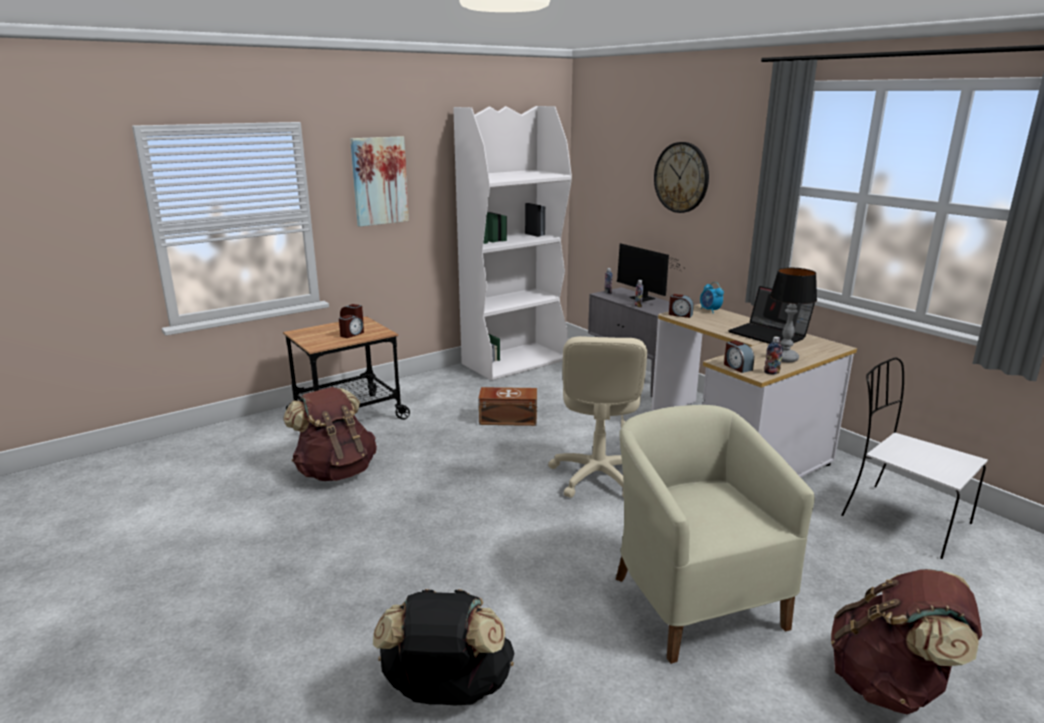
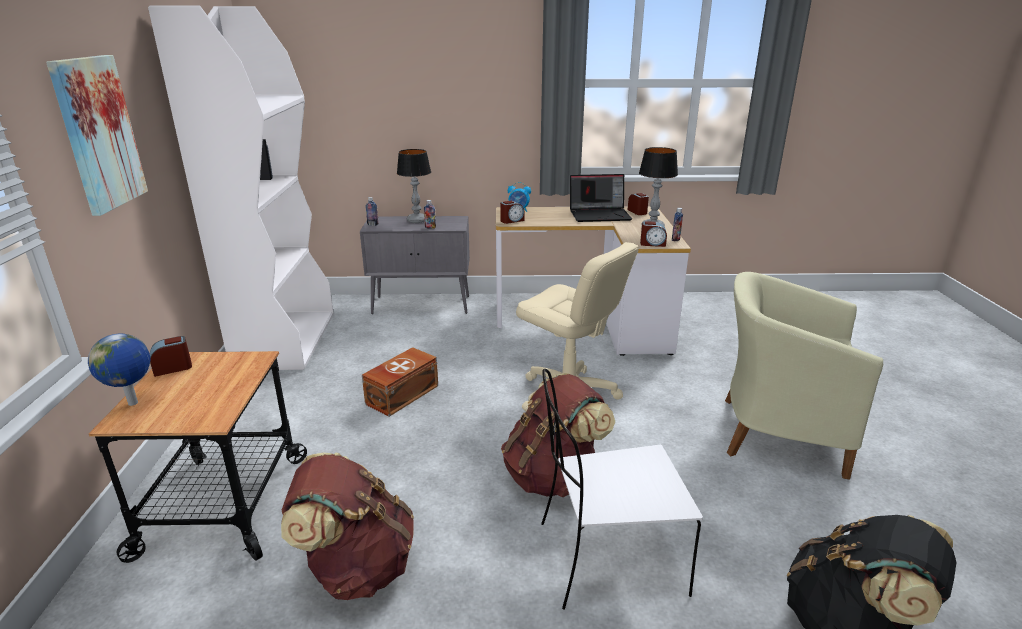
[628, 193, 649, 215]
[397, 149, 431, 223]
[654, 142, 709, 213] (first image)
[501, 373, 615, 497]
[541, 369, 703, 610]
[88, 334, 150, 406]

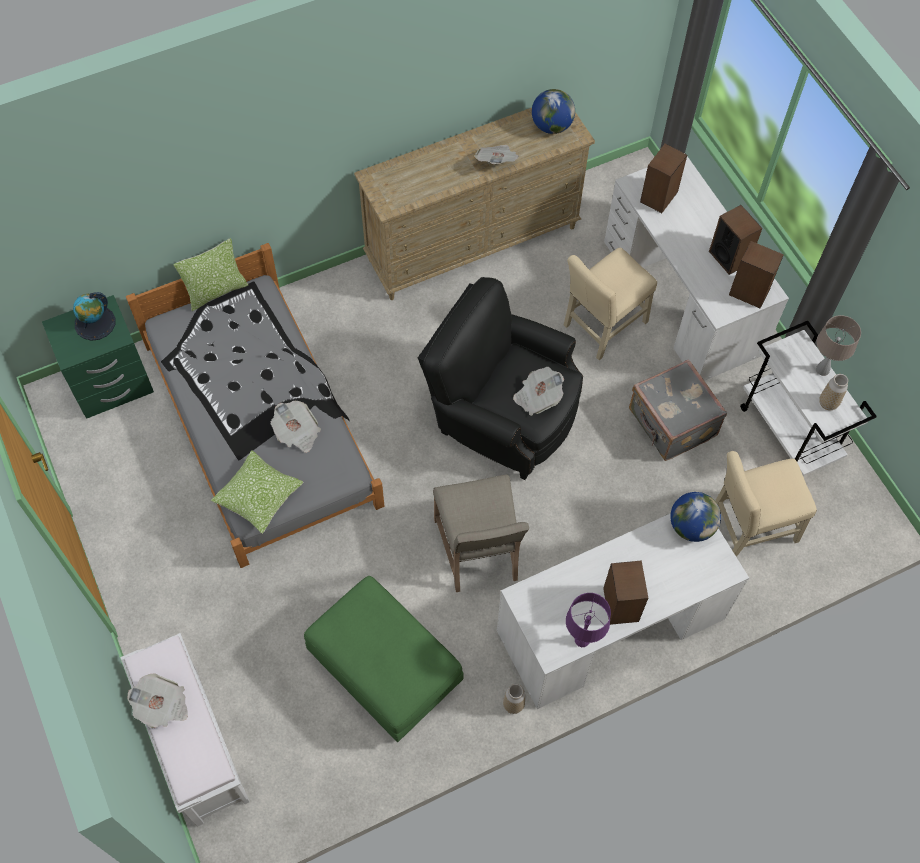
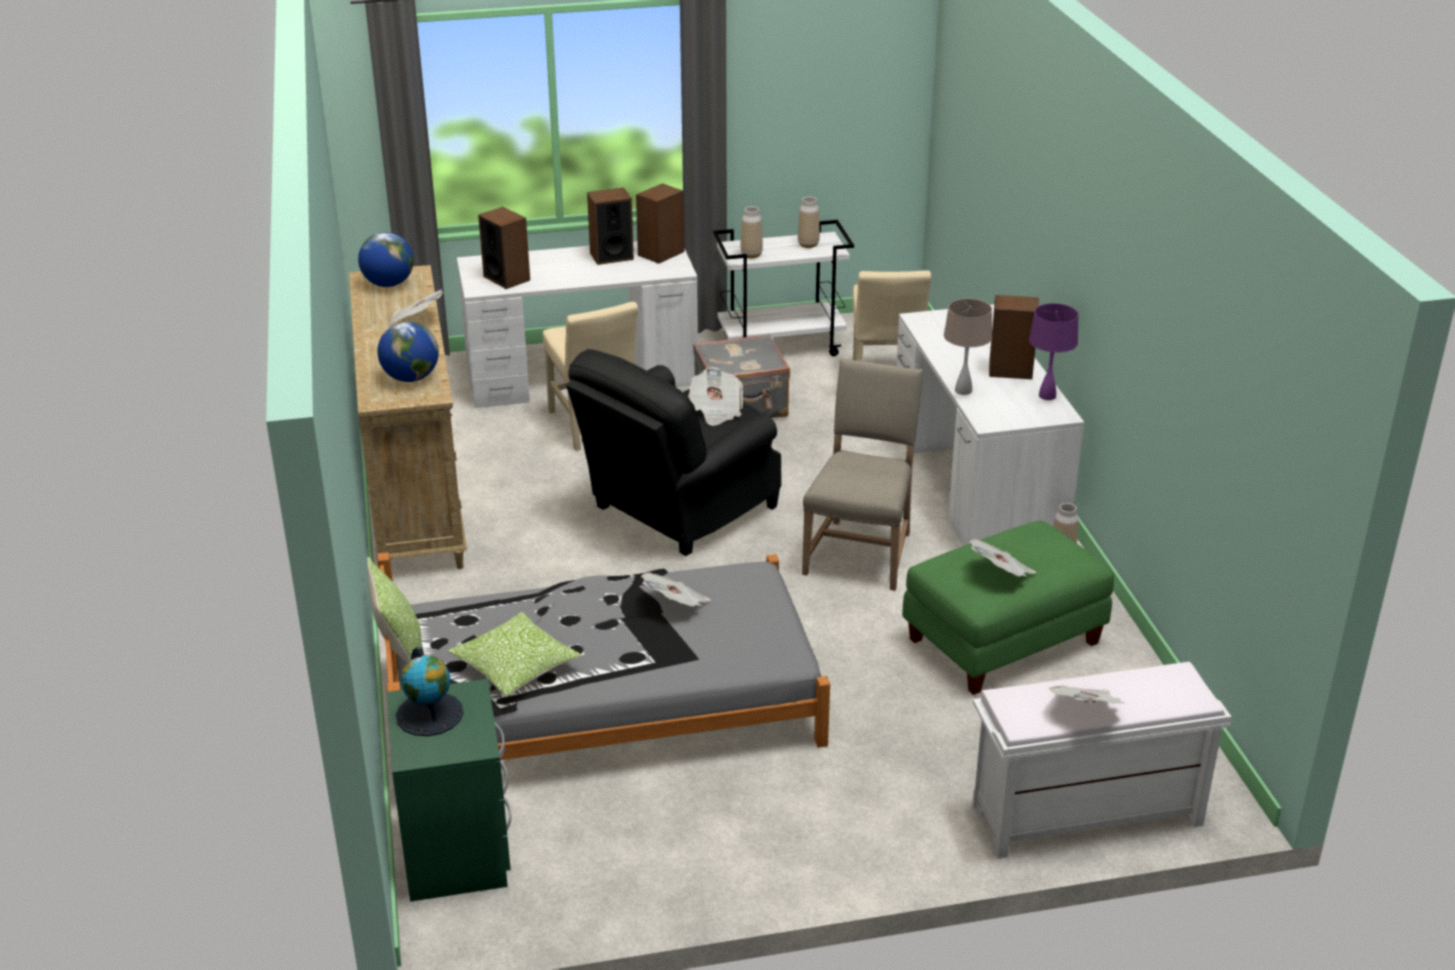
[448, 612, 582, 696]
[802, 358, 923, 591]
[377, 322, 439, 382]
[944, 298, 992, 395]
[740, 206, 763, 258]
[969, 539, 1036, 577]

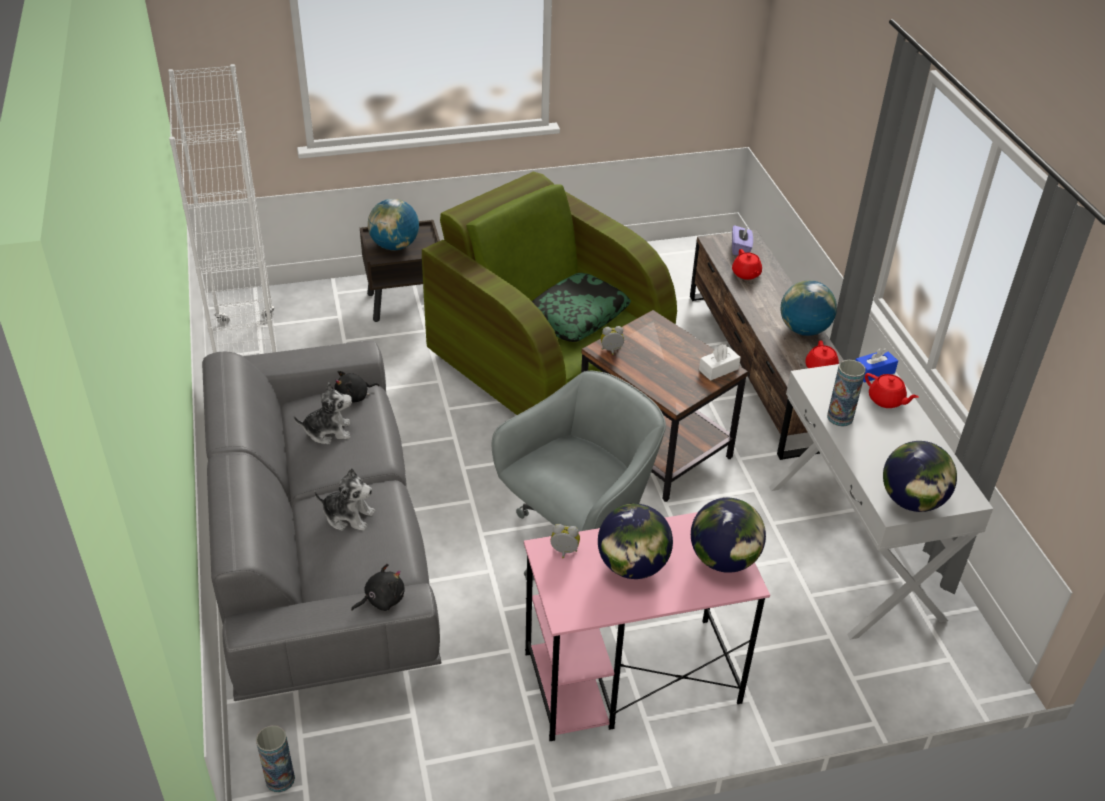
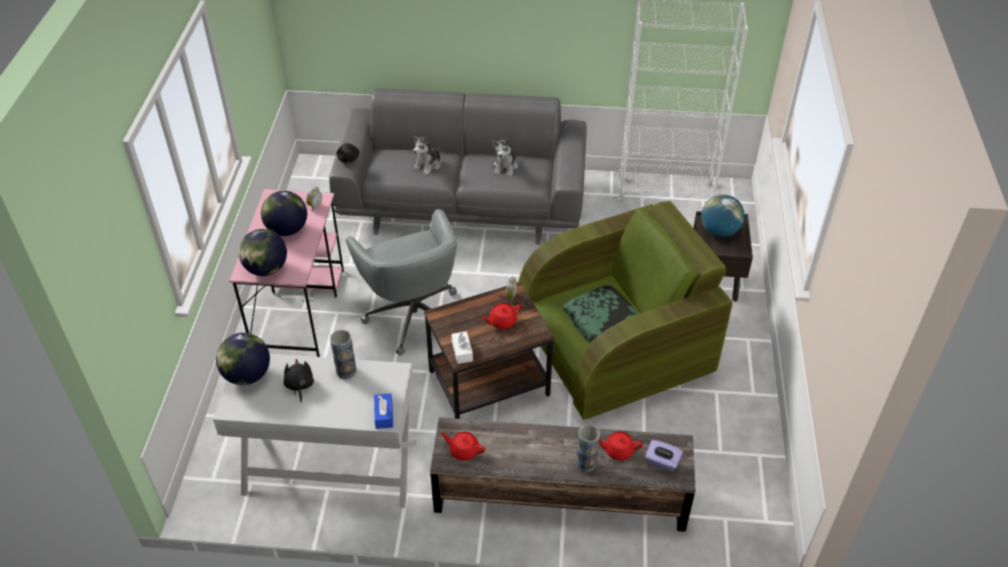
[576, 425, 600, 472]
[283, 359, 314, 403]
[780, 280, 837, 336] (first image)
[482, 303, 521, 329]

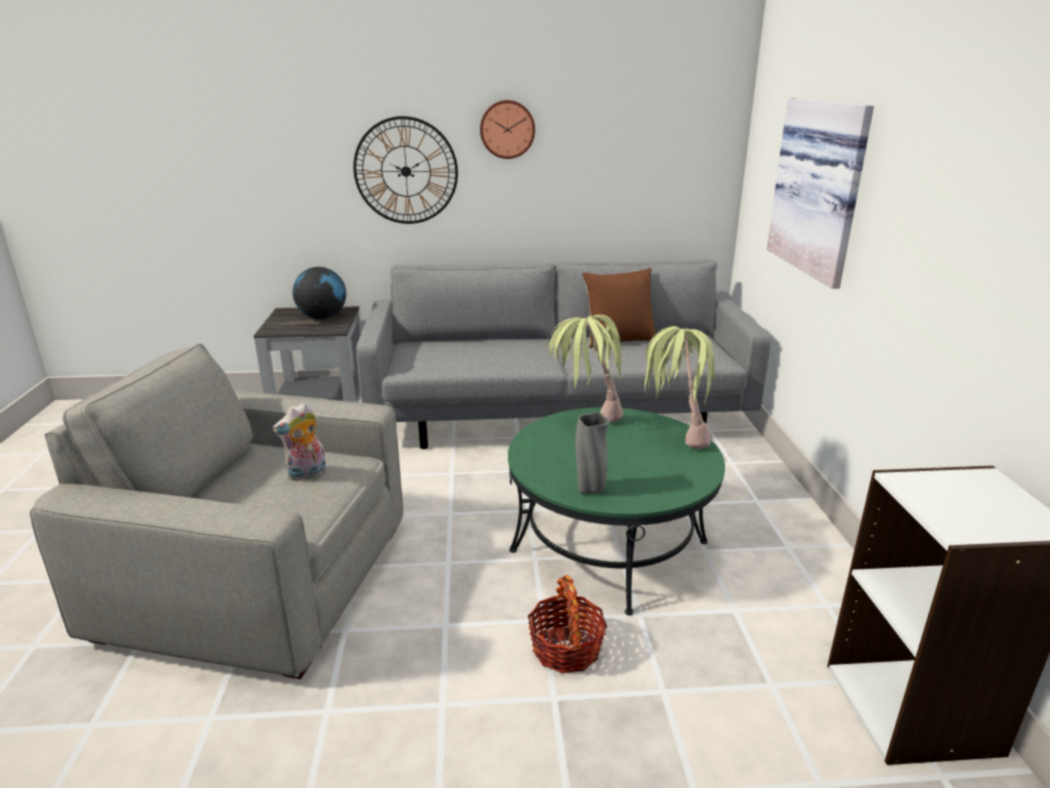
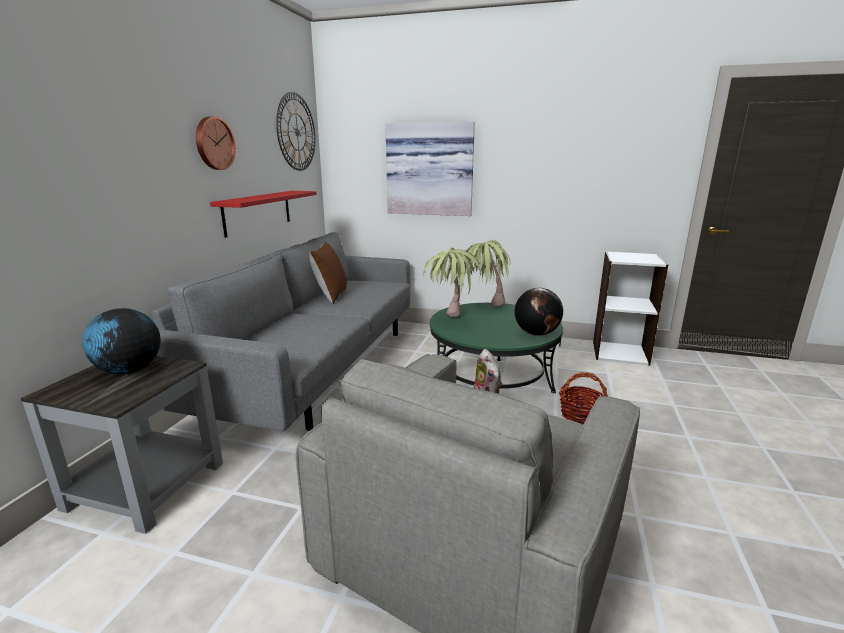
[276, 92, 316, 171]
[515, 288, 563, 336]
[210, 191, 317, 238]

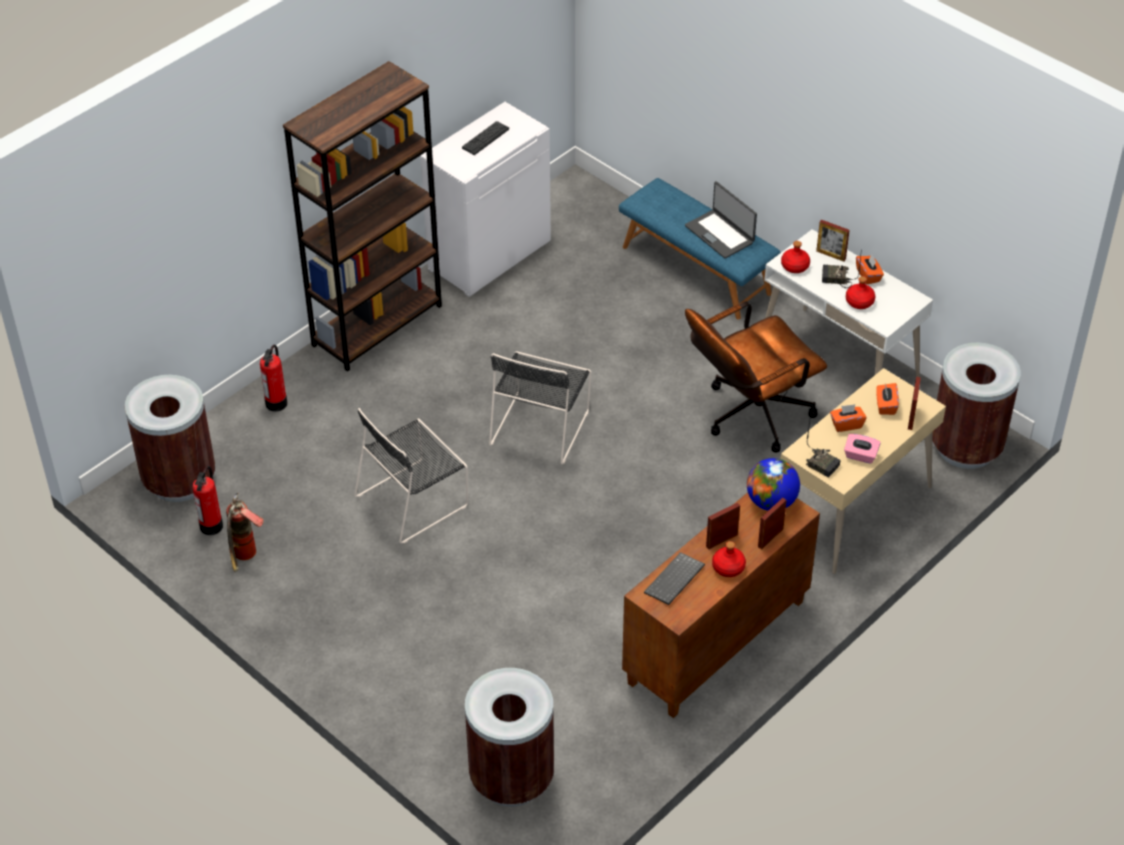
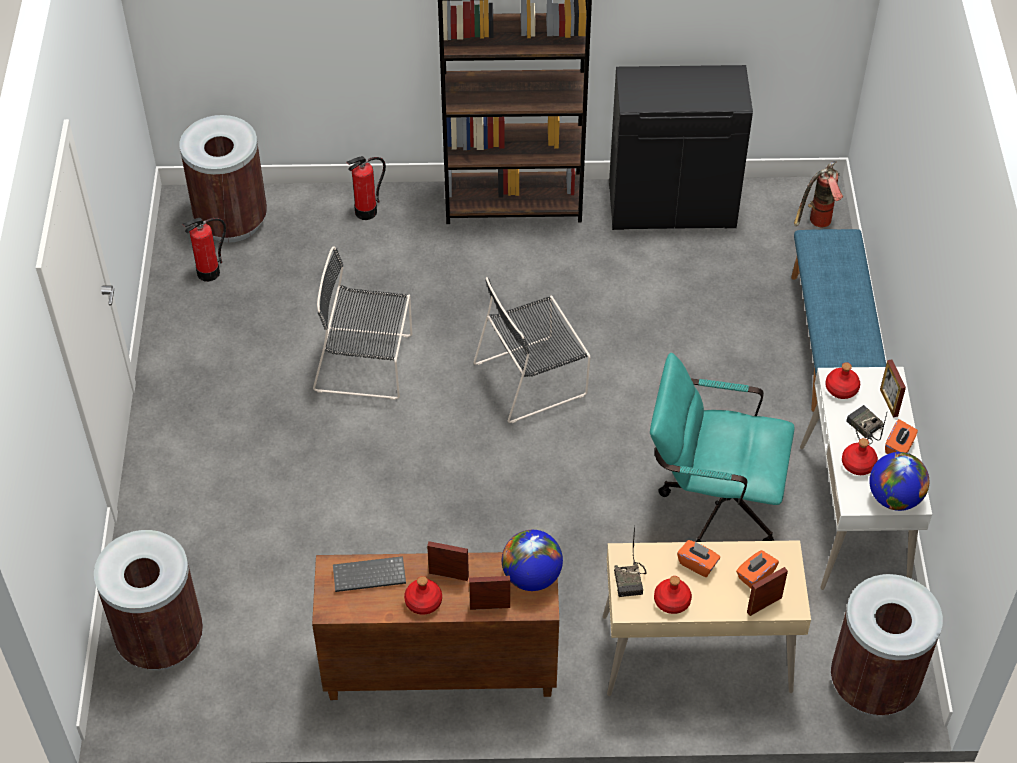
[794, 161, 843, 227]
[609, 65, 753, 230]
[462, 121, 509, 155] (first image)
[685, 181, 757, 259] (first image)
[650, 353, 794, 542]
[654, 576, 692, 614]
[869, 452, 929, 511]

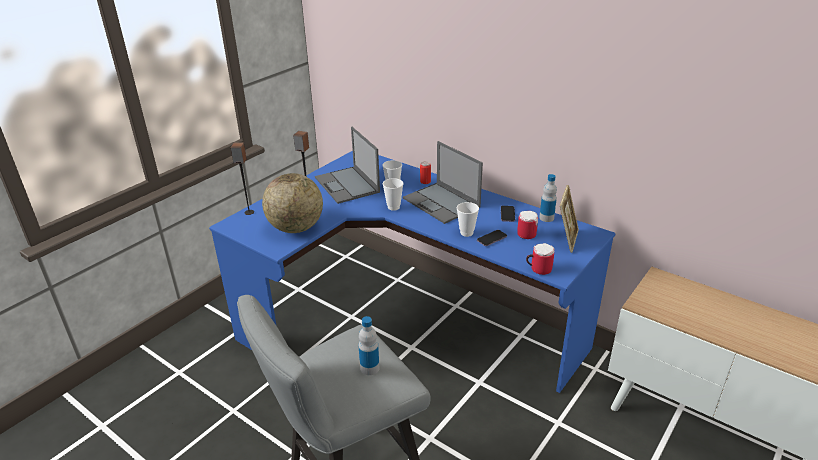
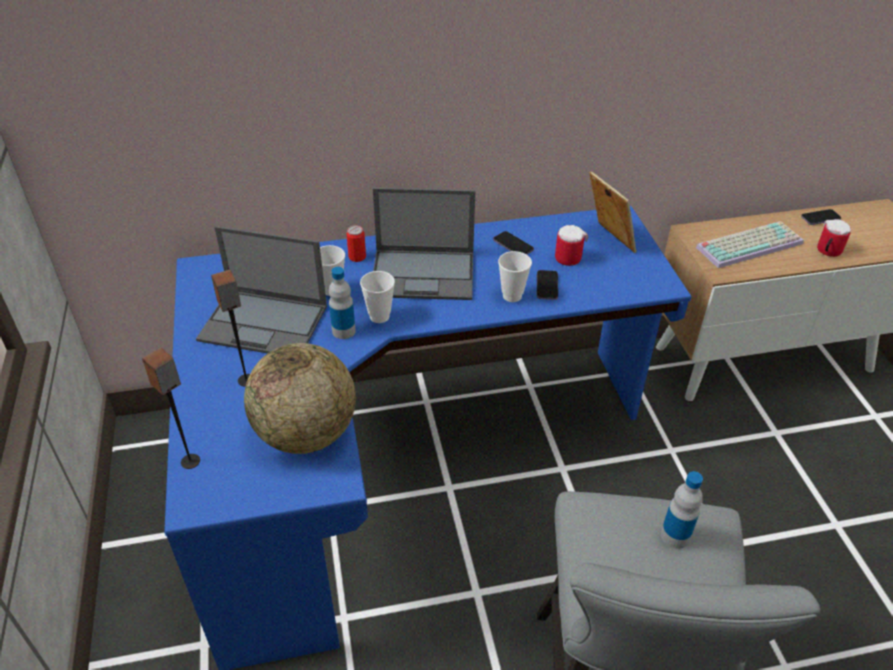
[817, 219, 851, 257]
[329, 267, 356, 339]
[696, 221, 804, 268]
[801, 209, 841, 225]

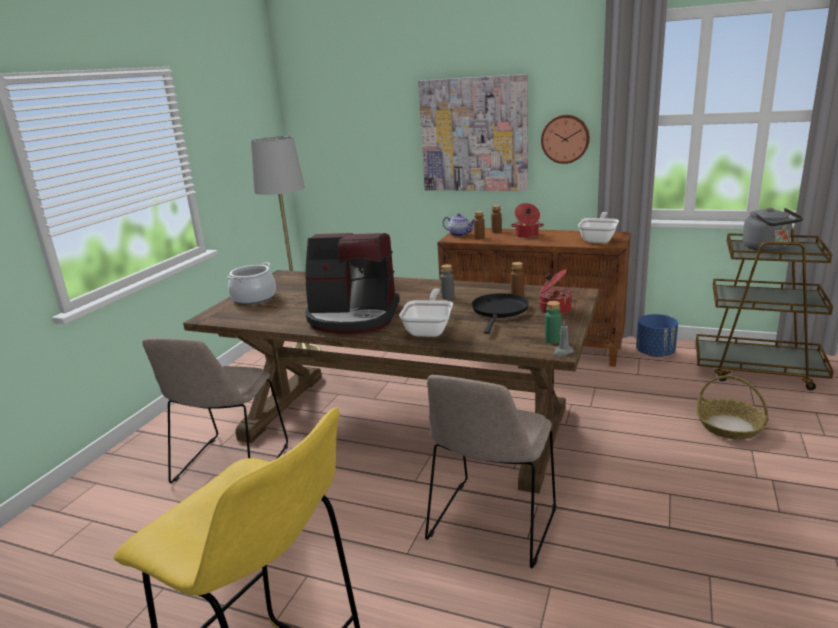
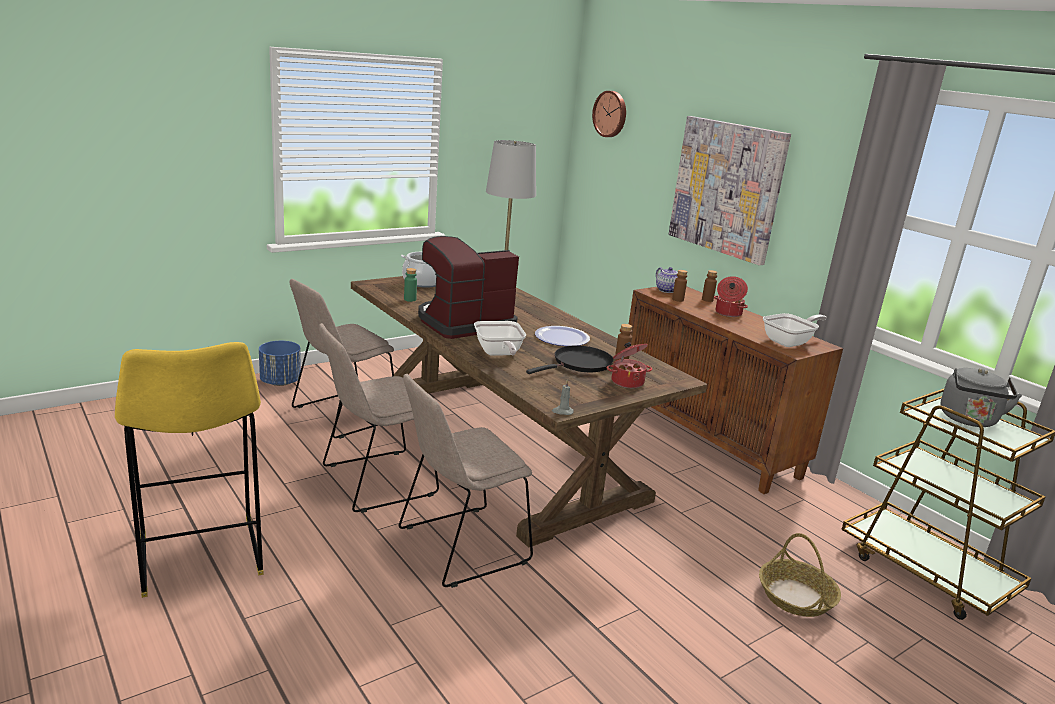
[418, 236, 519, 339]
[474, 321, 526, 356]
[535, 326, 590, 346]
[592, 91, 626, 137]
[404, 268, 417, 302]
[259, 341, 301, 386]
[319, 323, 439, 513]

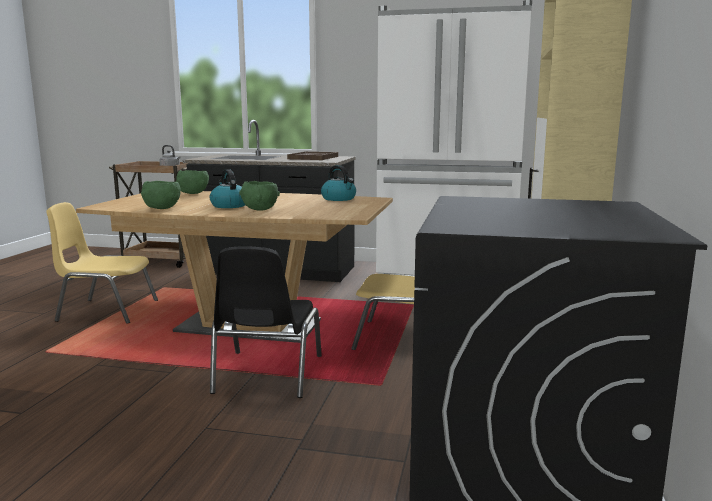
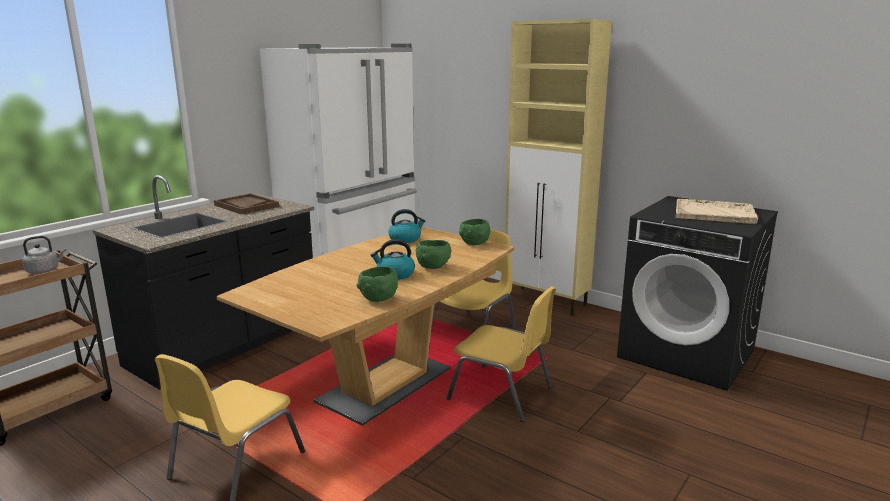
[459, 219, 490, 245]
[446, 286, 556, 422]
[676, 199, 758, 224]

